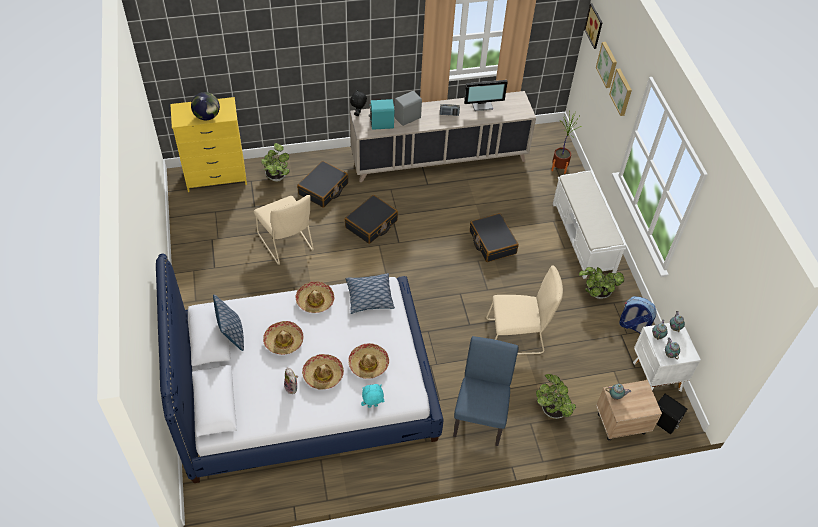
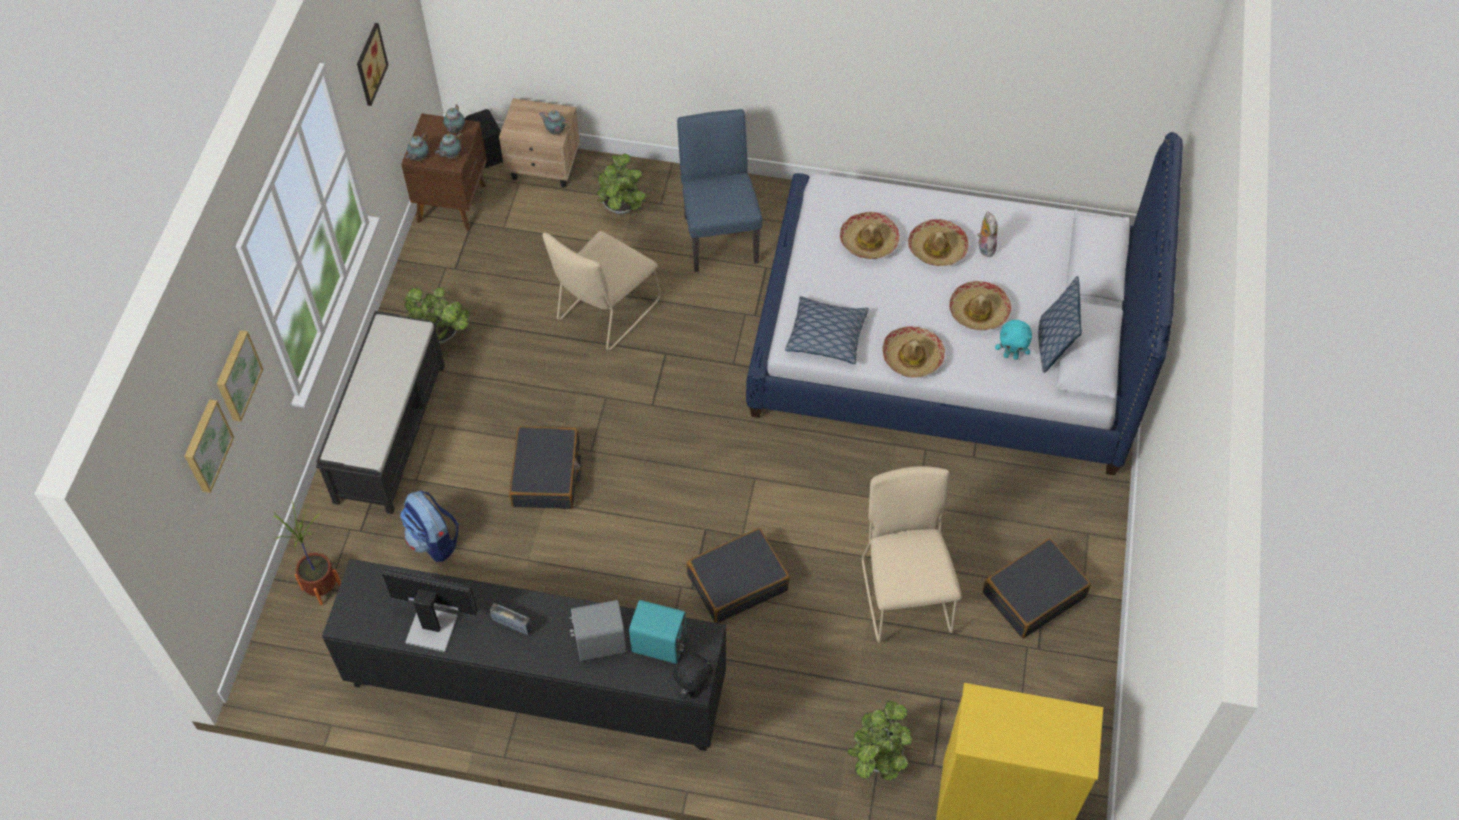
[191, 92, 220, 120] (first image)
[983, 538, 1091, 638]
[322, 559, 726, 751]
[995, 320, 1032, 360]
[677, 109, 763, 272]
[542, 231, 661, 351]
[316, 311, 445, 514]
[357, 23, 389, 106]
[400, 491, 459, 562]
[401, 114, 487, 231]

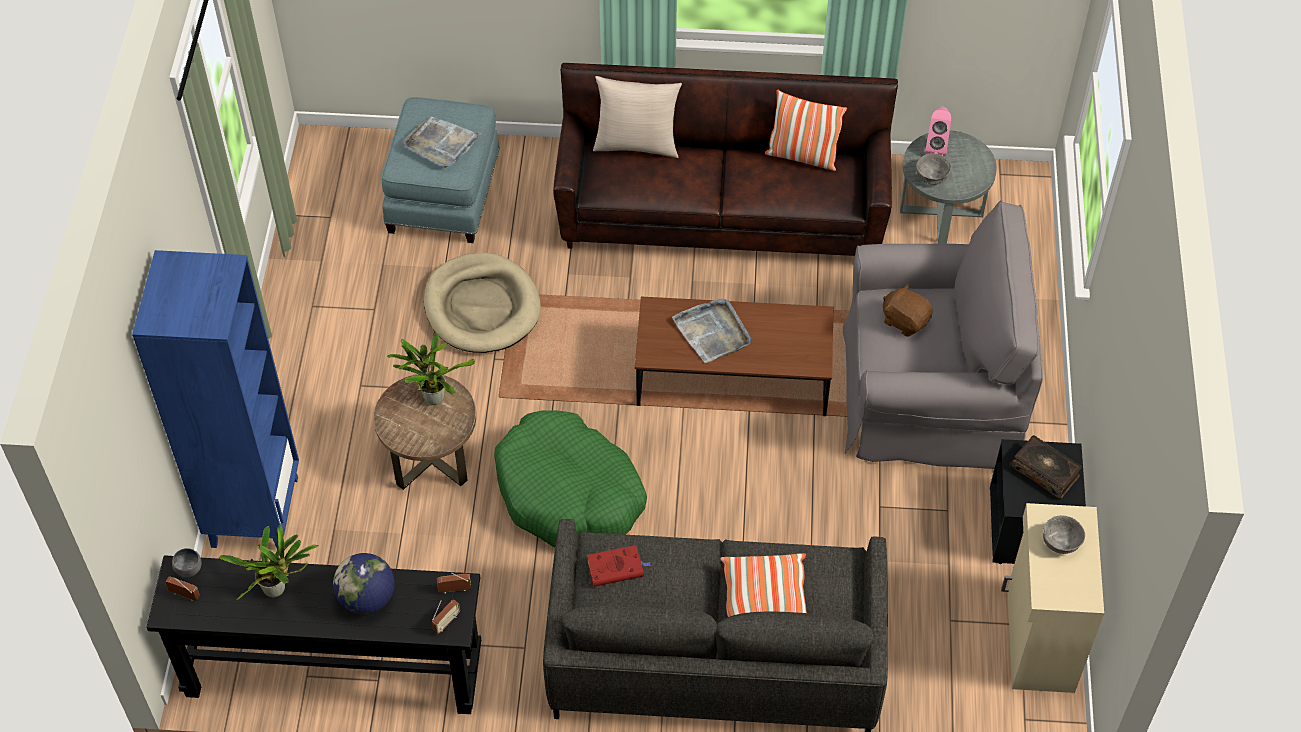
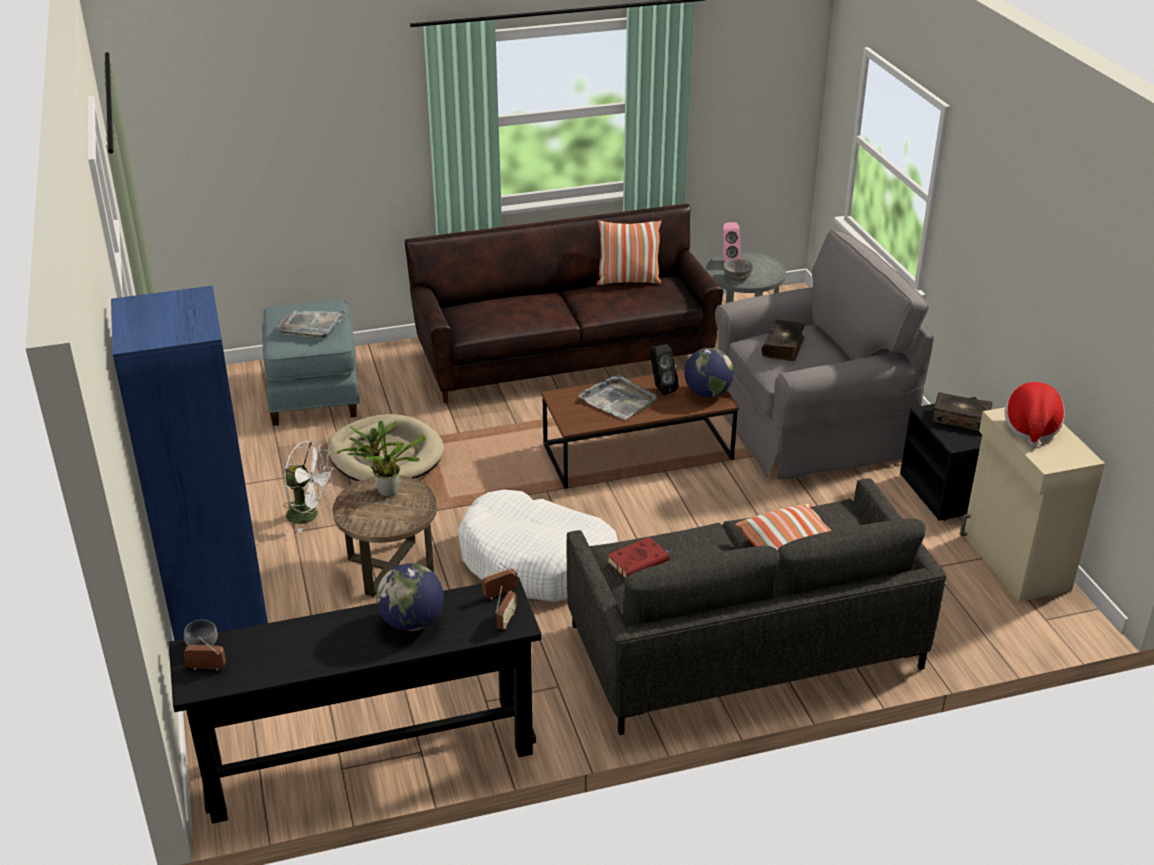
[219, 525, 319, 600] (first image)
[458, 489, 618, 602]
[593, 76, 682, 158] (first image)
[761, 320, 805, 361]
[1005, 382, 1064, 447]
[283, 441, 335, 533]
[650, 344, 679, 395]
[684, 348, 734, 398]

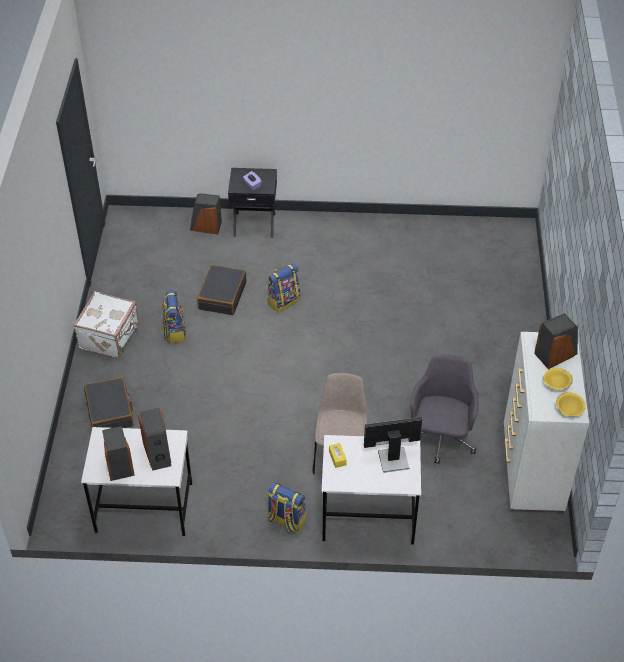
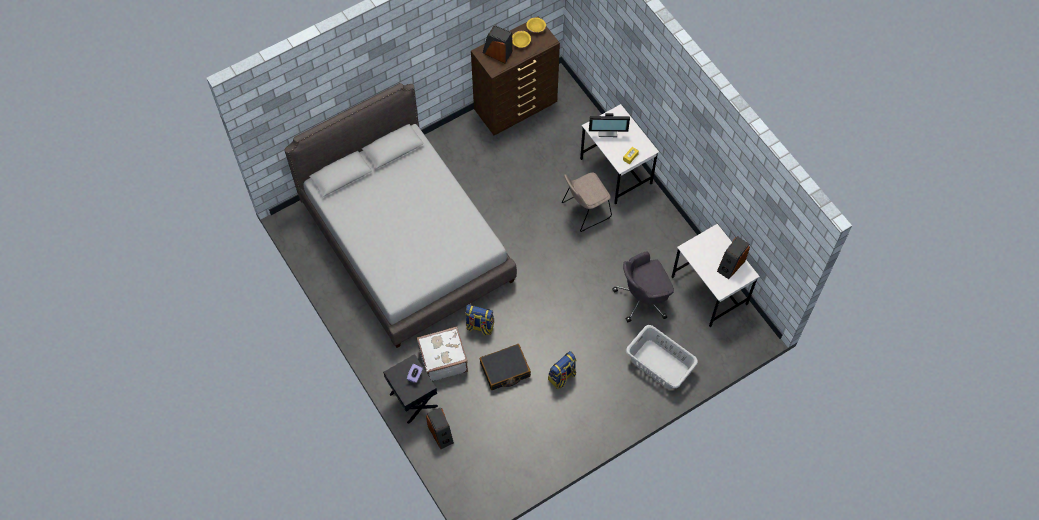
[417, 326, 468, 382]
[626, 325, 698, 390]
[138, 408, 171, 471] (first image)
[267, 482, 306, 533] (first image)
[589, 113, 630, 137]
[612, 251, 674, 322]
[471, 16, 560, 135]
[284, 83, 517, 348]

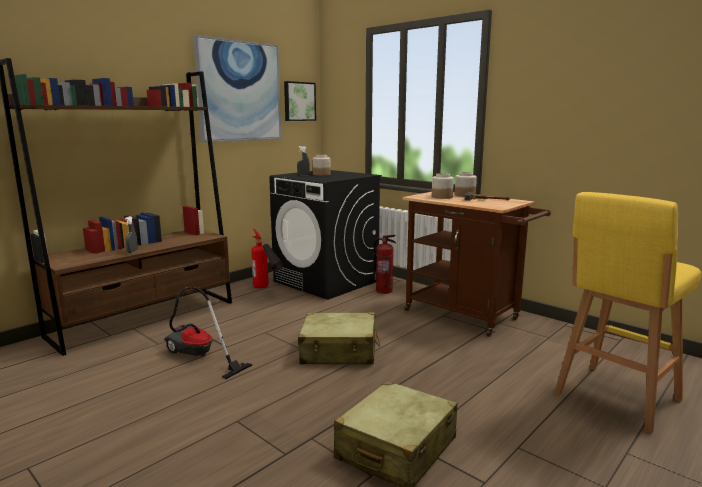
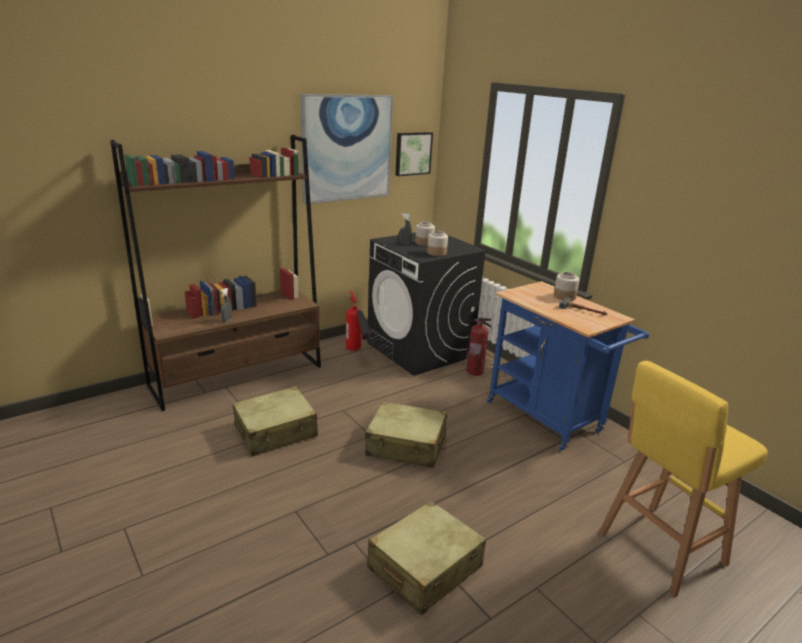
[233, 386, 318, 456]
[487, 281, 649, 451]
[427, 231, 448, 256]

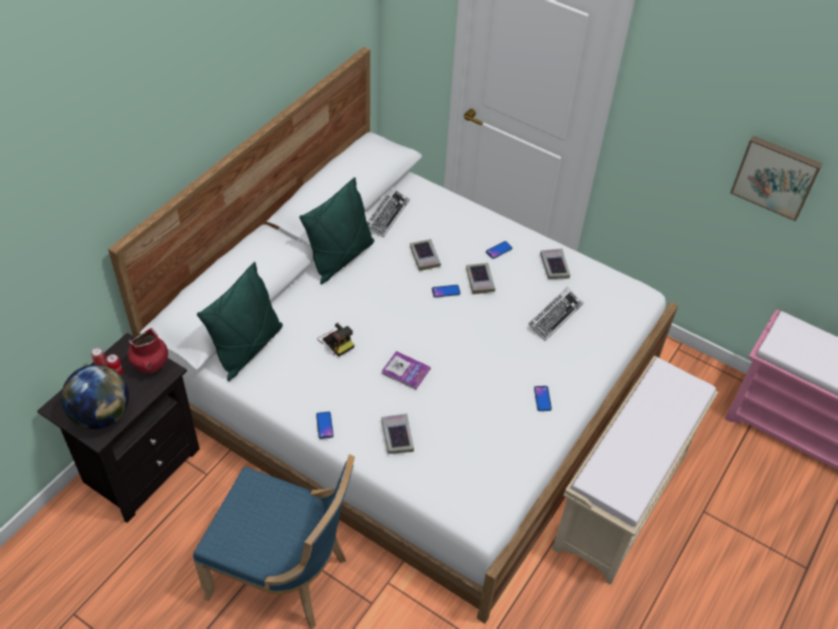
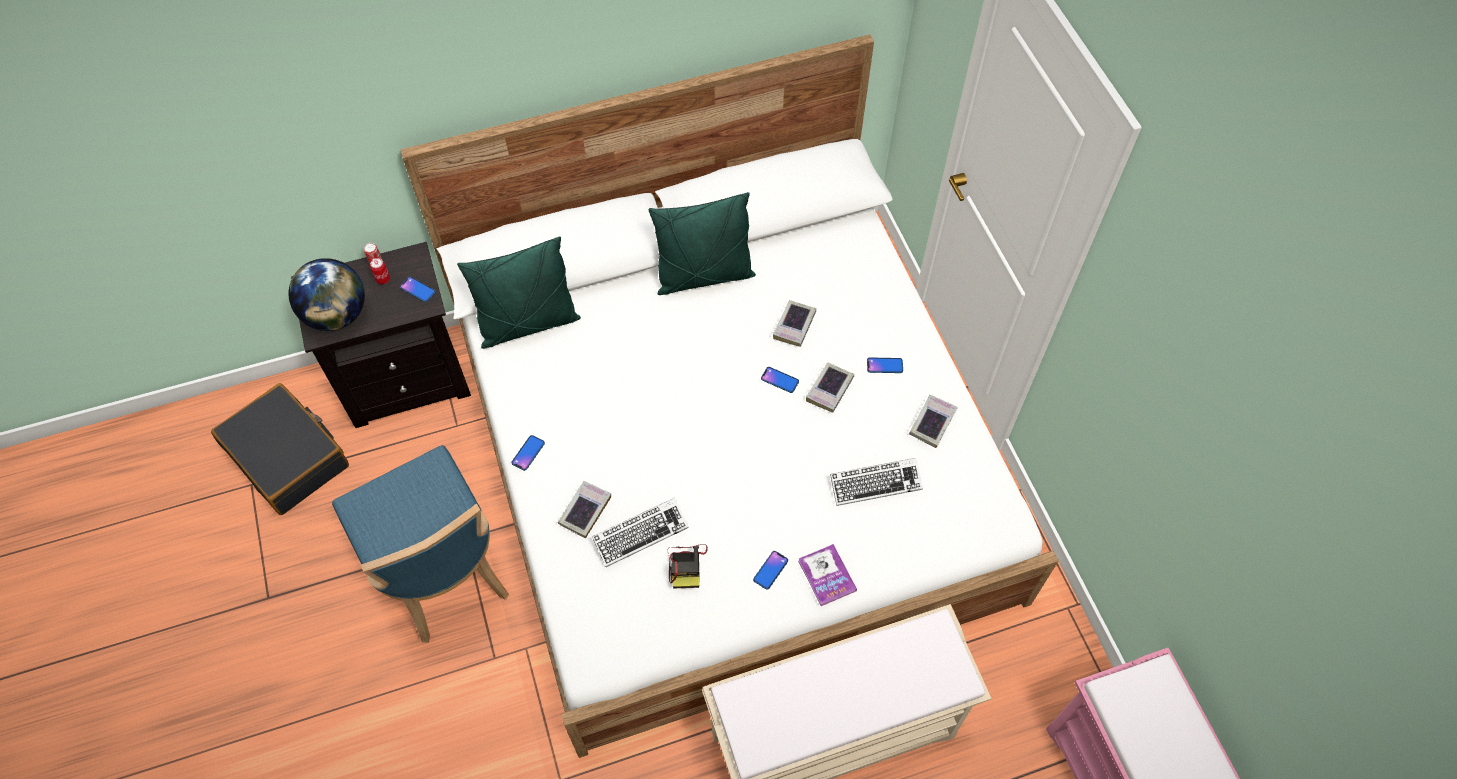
[400, 276, 436, 302]
[667, 544, 708, 588]
[592, 498, 689, 567]
[798, 544, 857, 606]
[730, 136, 823, 221] (first image)
[211, 383, 349, 515]

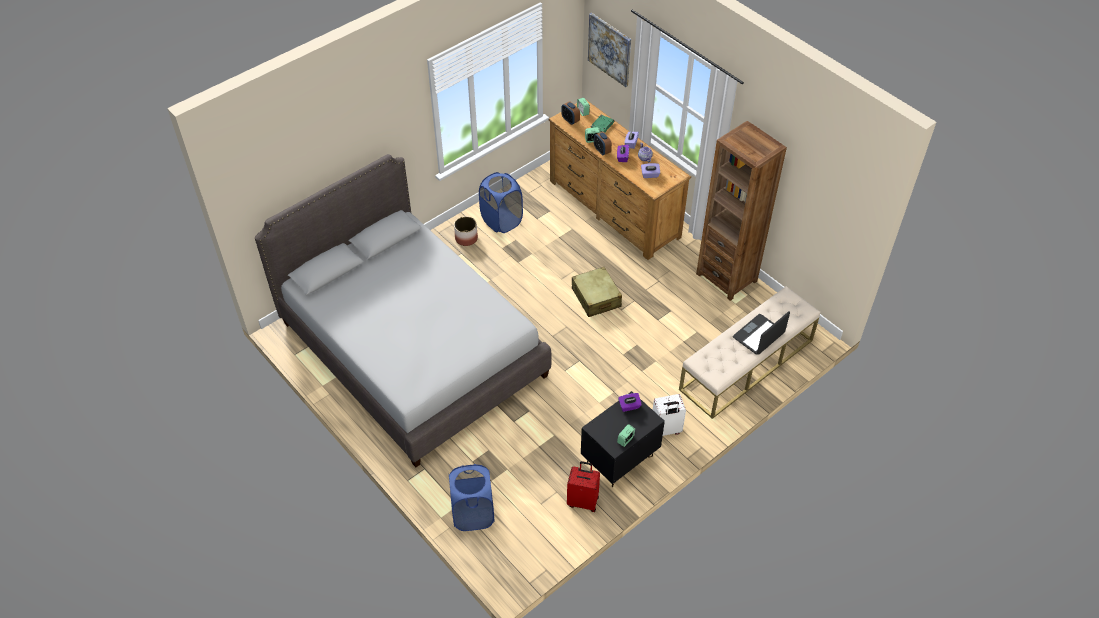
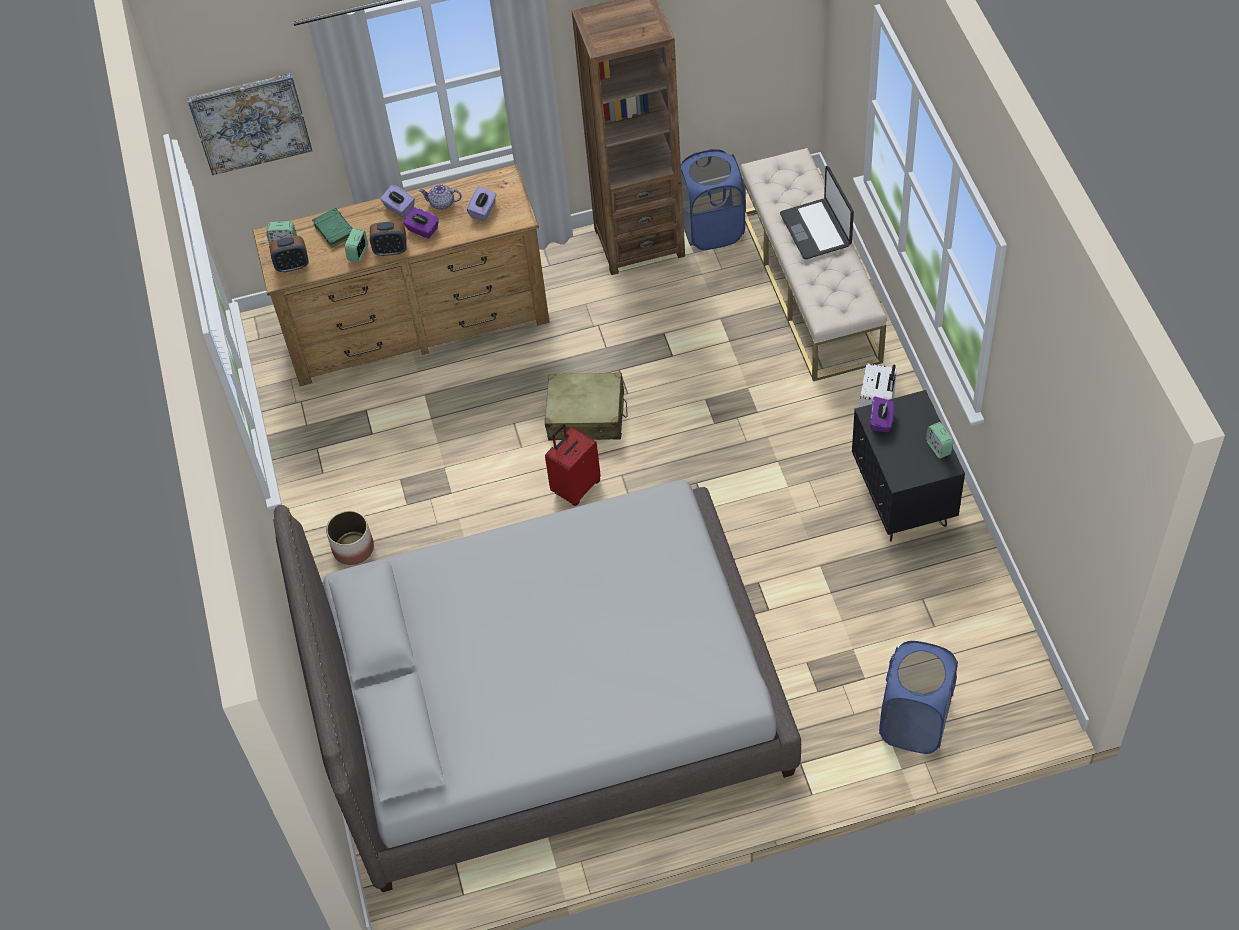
[681, 149, 745, 250]
[545, 424, 601, 506]

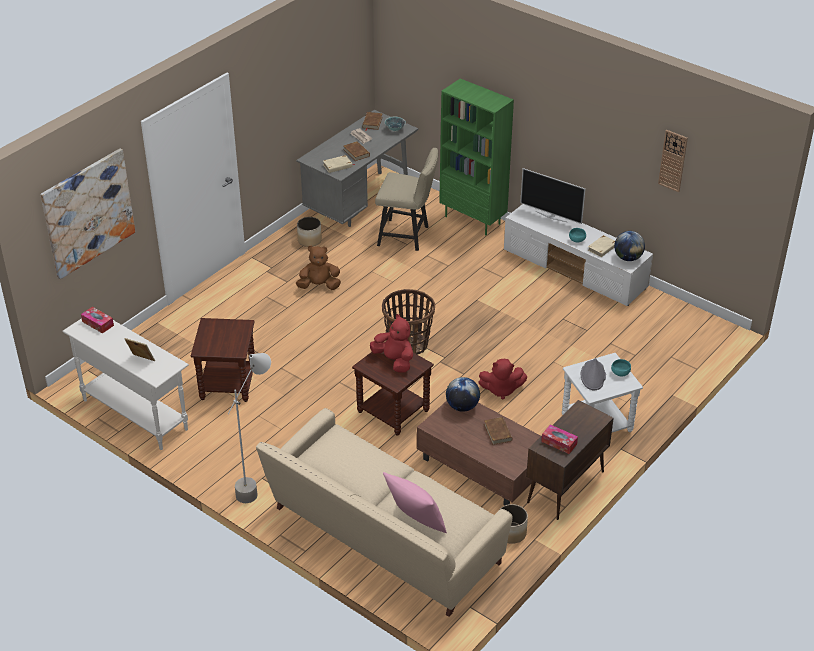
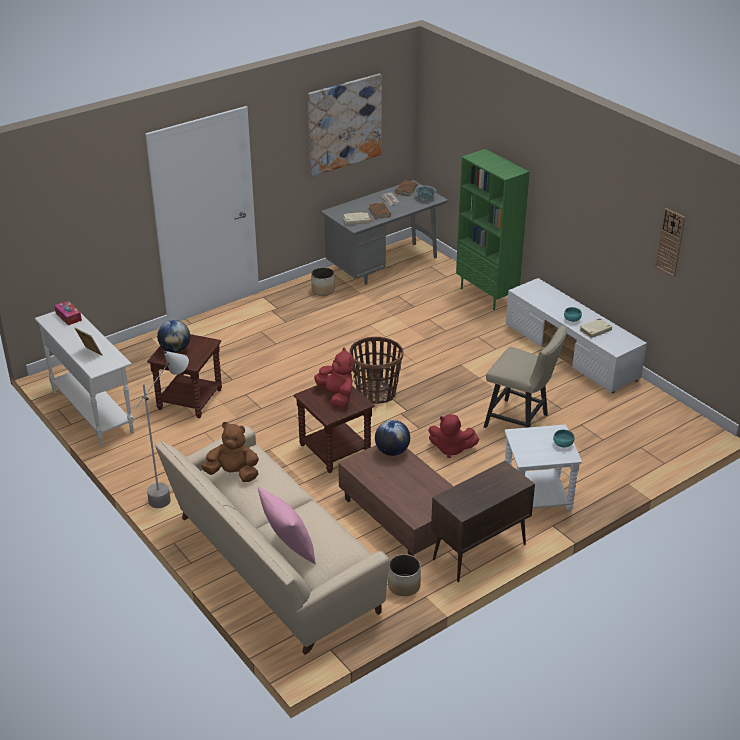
[308, 74, 382, 176]
[201, 422, 259, 482]
[484, 326, 567, 428]
[484, 417, 512, 445] (first image)
[520, 168, 585, 224] (first image)
[541, 424, 578, 454] (first image)
[580, 358, 606, 390] (first image)
[157, 320, 190, 353]

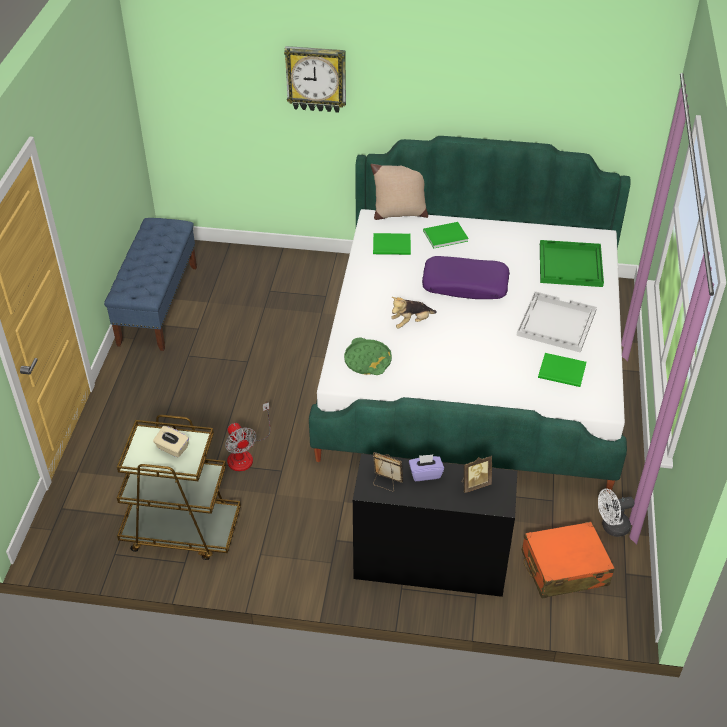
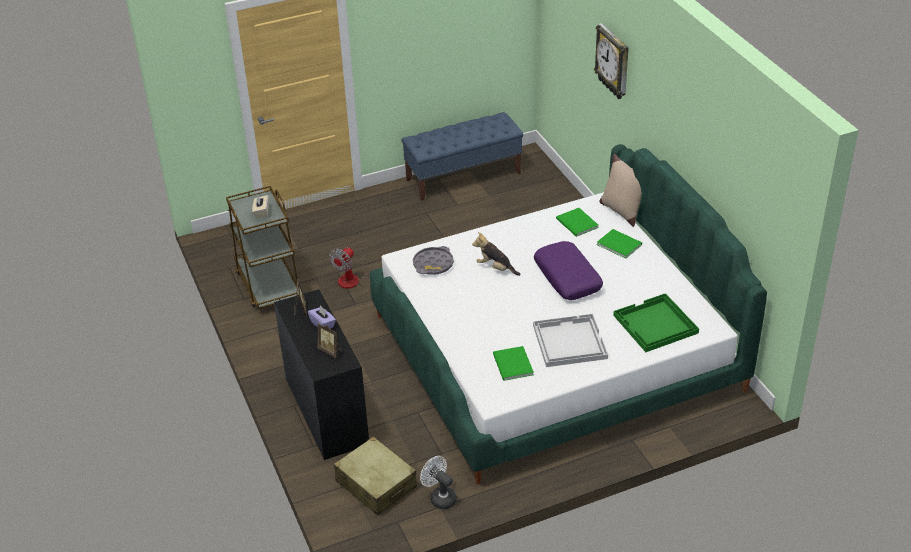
[413, 246, 454, 275]
[334, 436, 417, 516]

